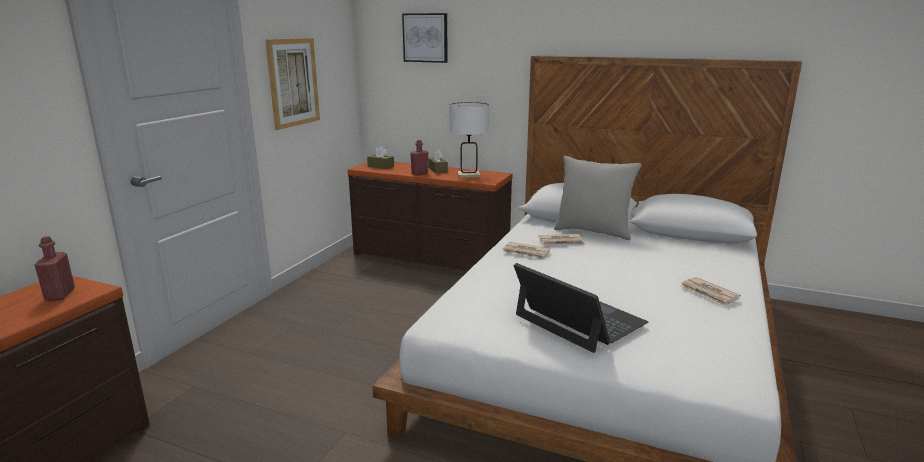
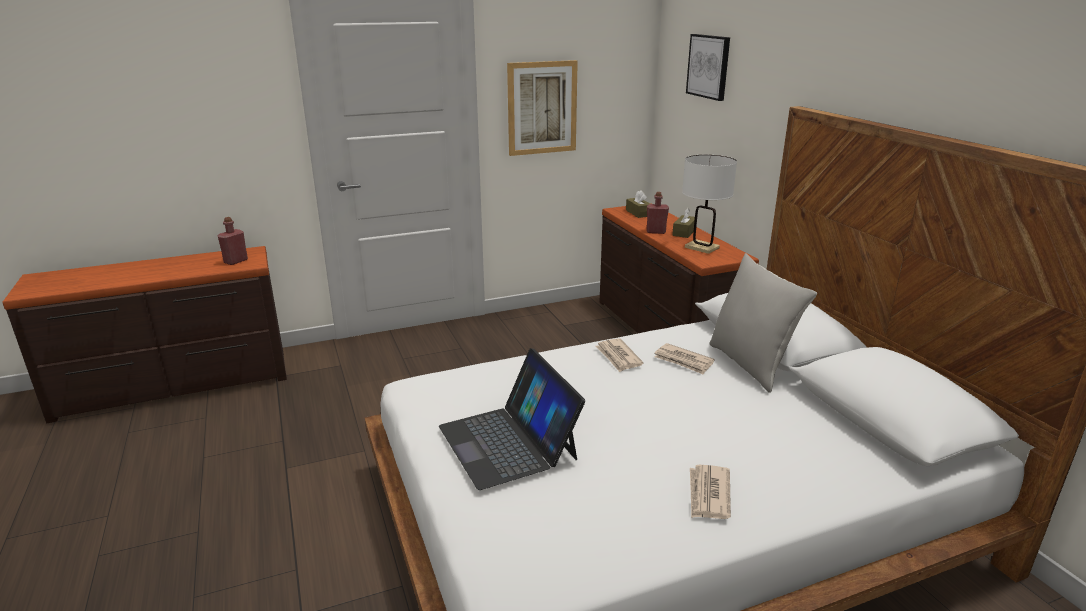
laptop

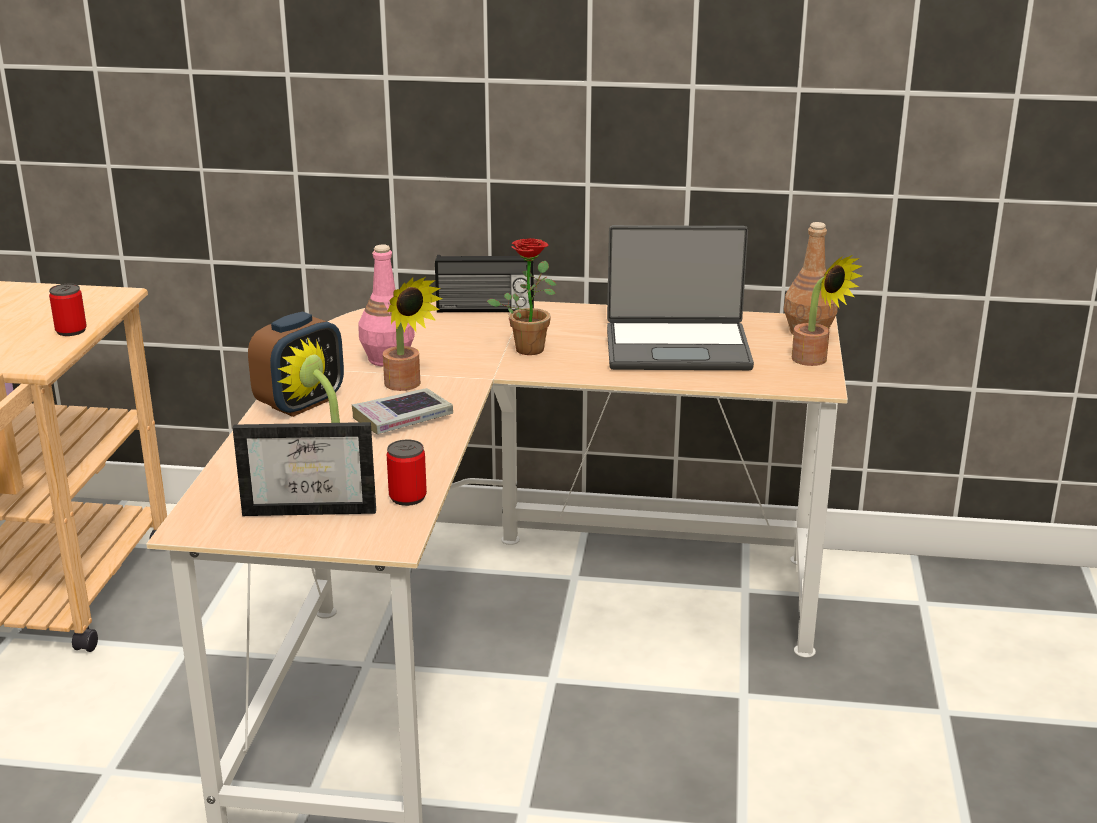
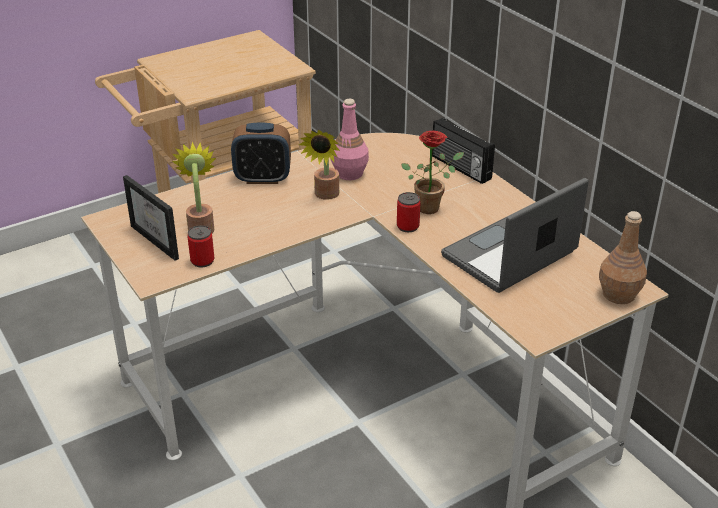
book
potted plant (no. 4 from left in the first image)
can (no. 2 from left)
laptop

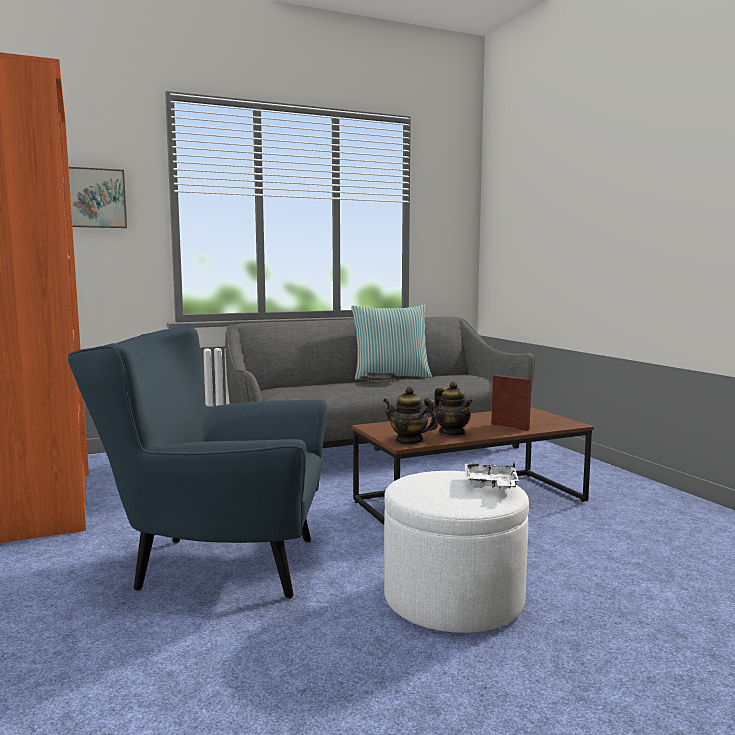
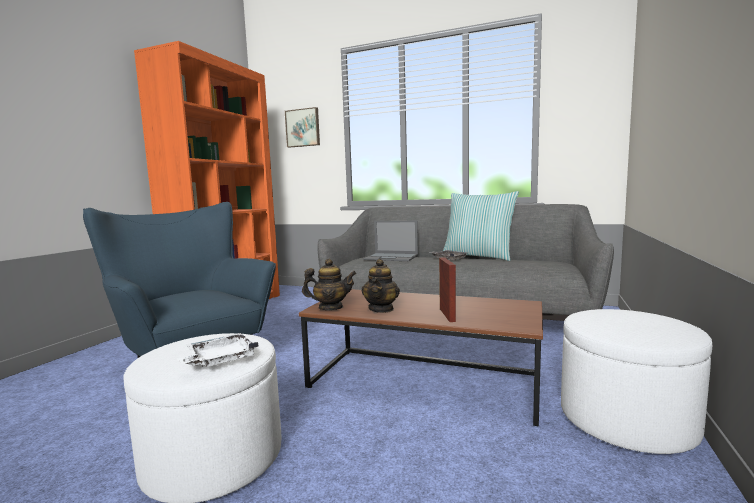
laptop
white ottoman (no. 2 from left)
teapot (no. 1 from left)

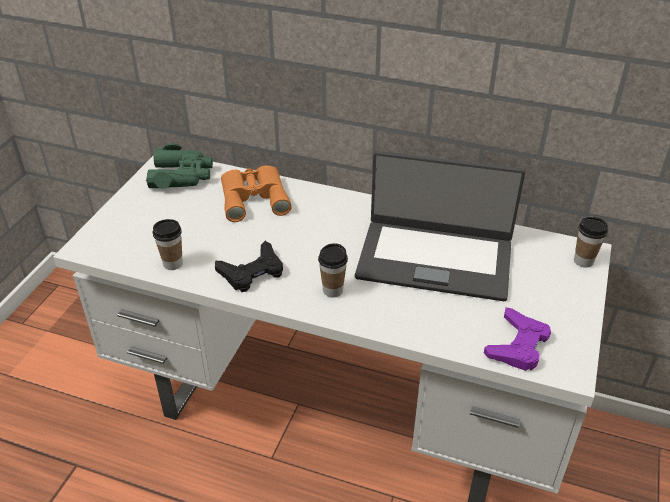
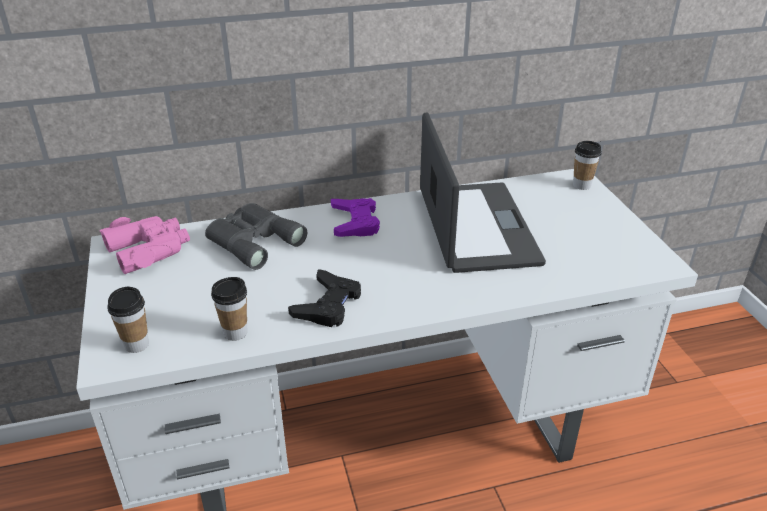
cup (no. 1 from left)
purple game controller
pink binoculars
grey binoculars
laptop

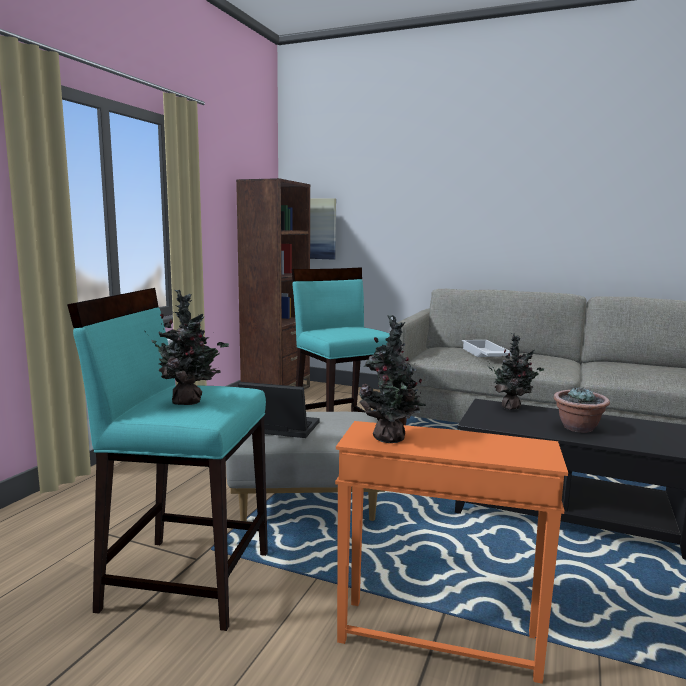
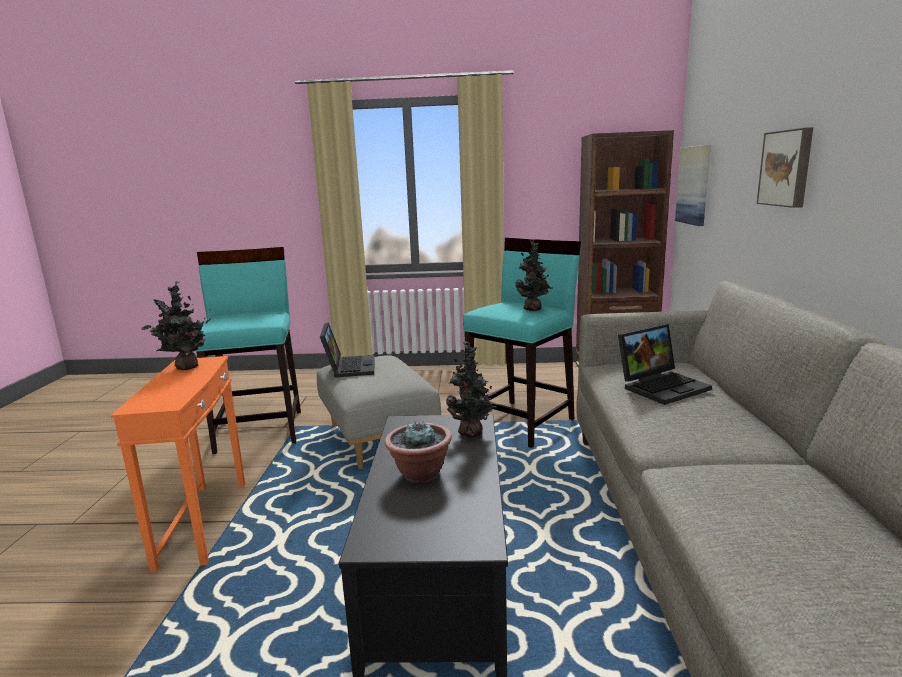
picture (no. 2 from left)
potted plant (no. 4 from left)
laptop (no. 2 from left)

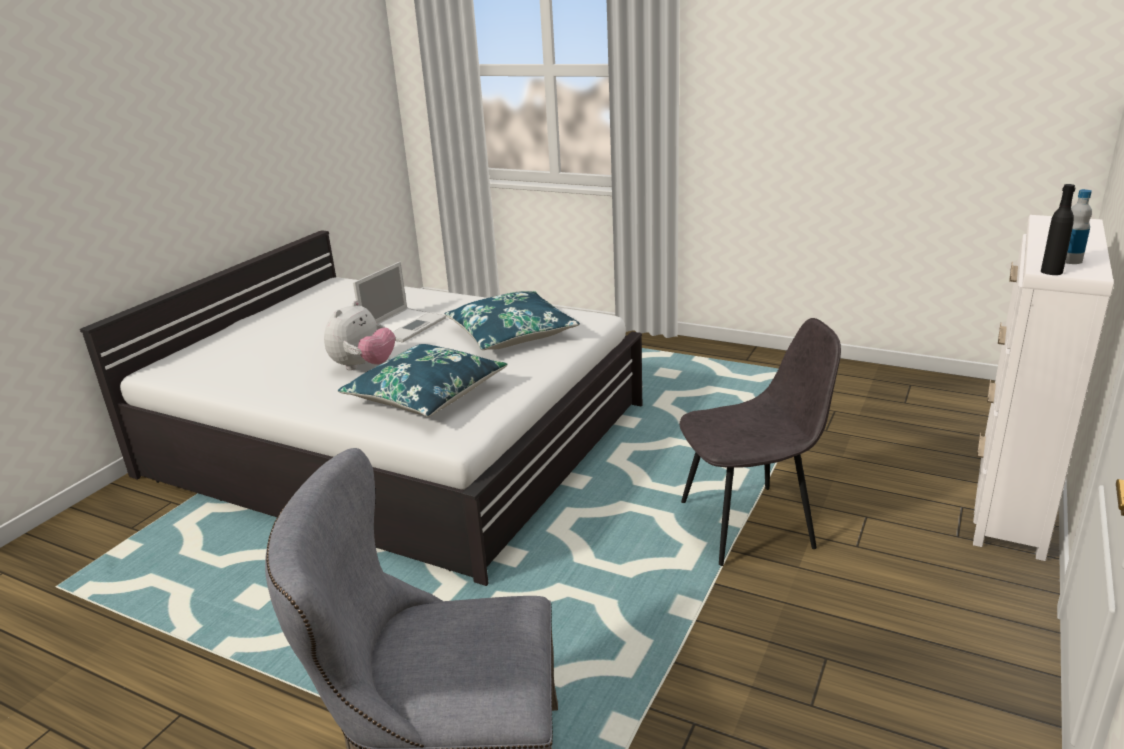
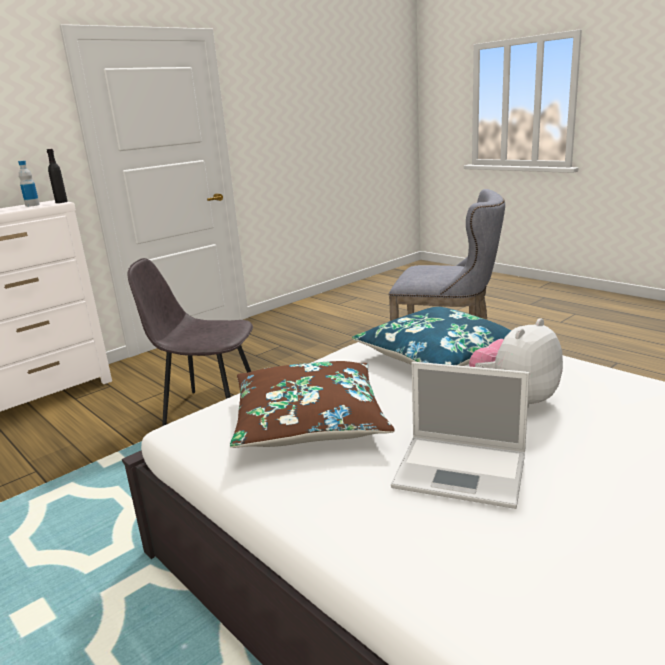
brown pillow
laptop

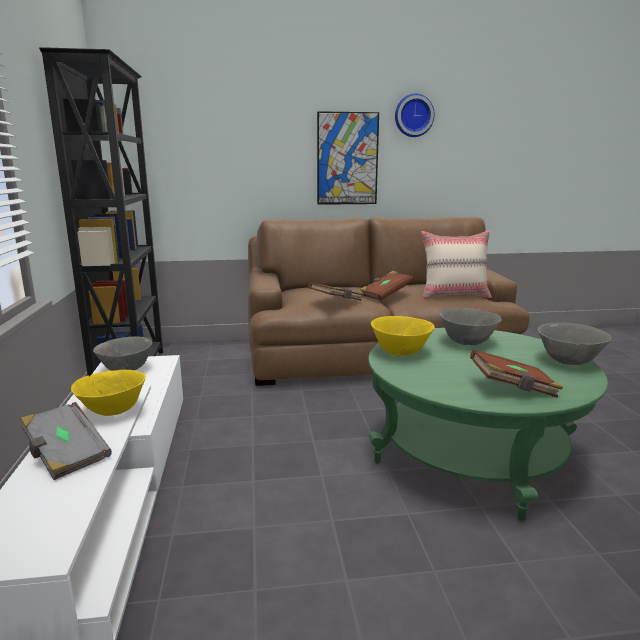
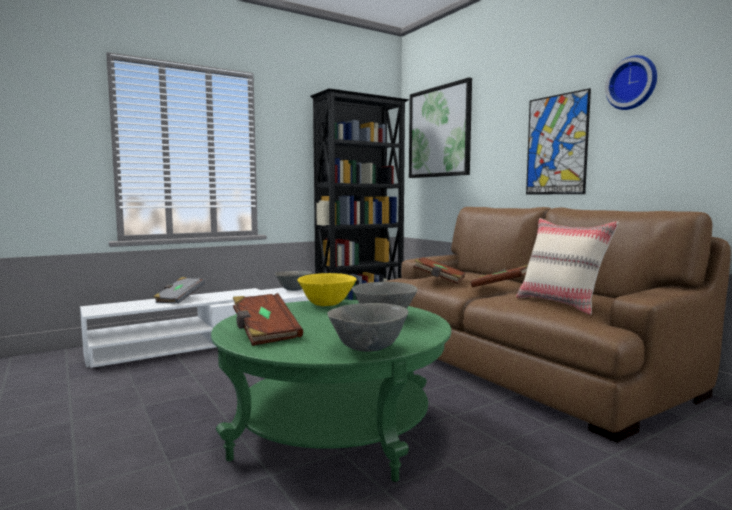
yellow bowl (no. 1 from left in the first image)
picture (no. 1 from left)

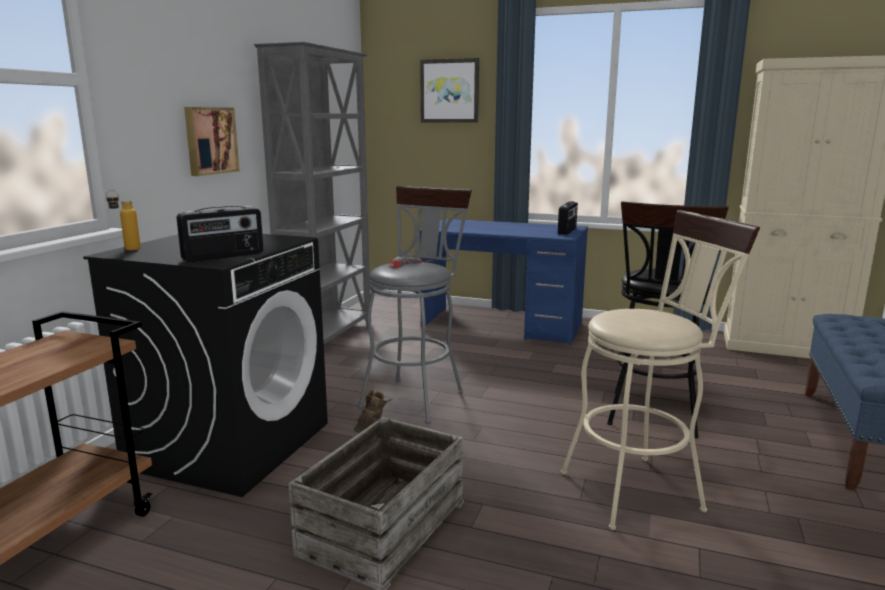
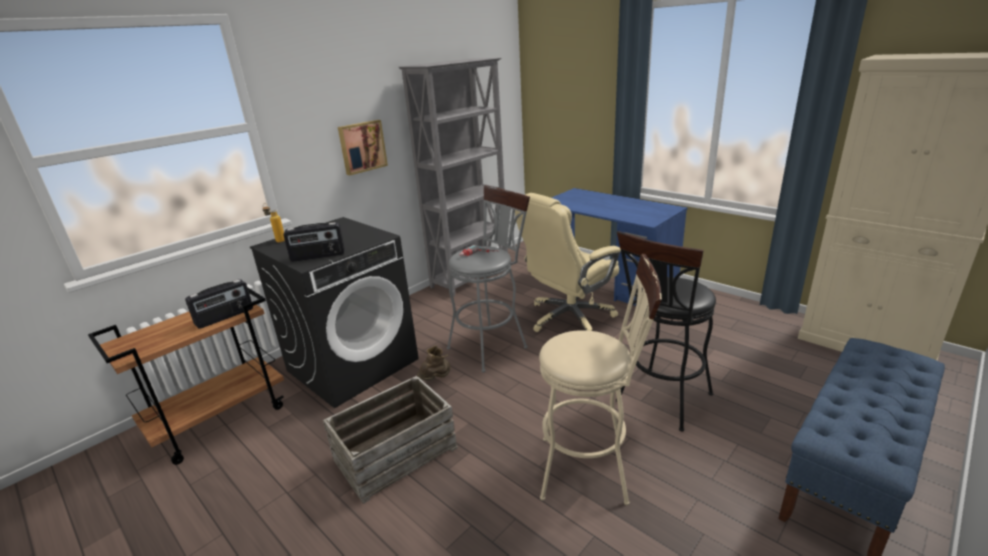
picture (no. 2 from left in the first image)
beige office chair
radio (no. 1 from left)

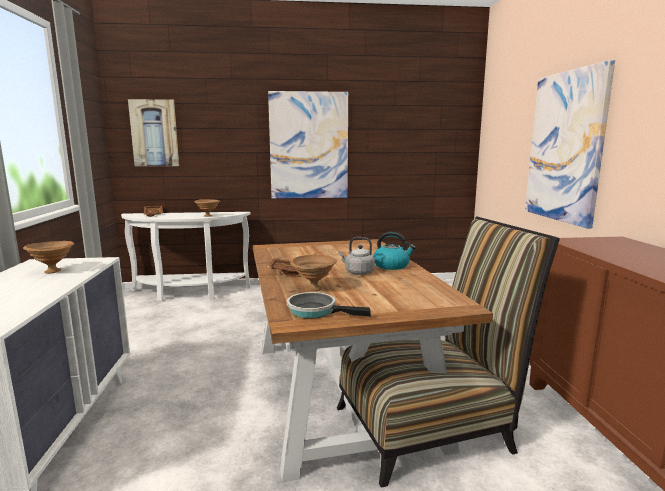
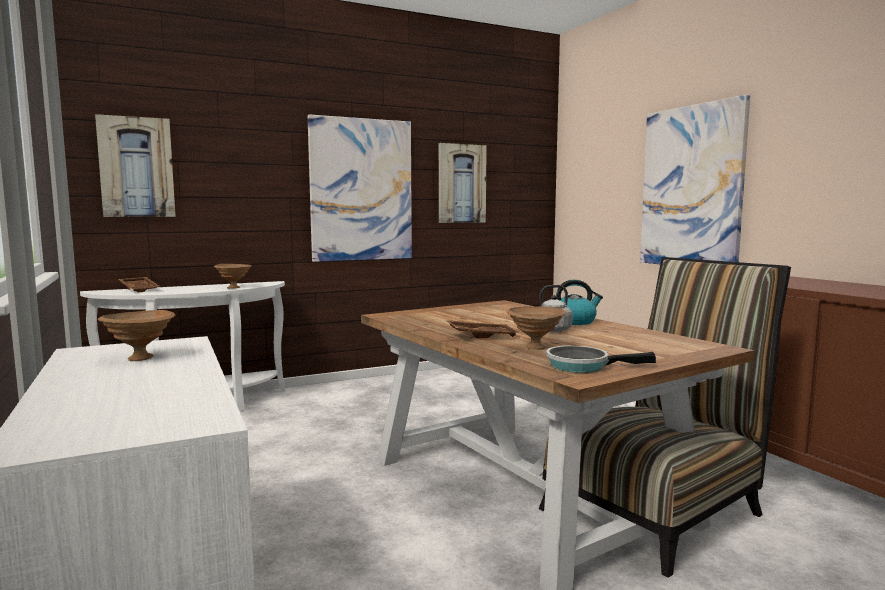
picture (no. 3 from left)

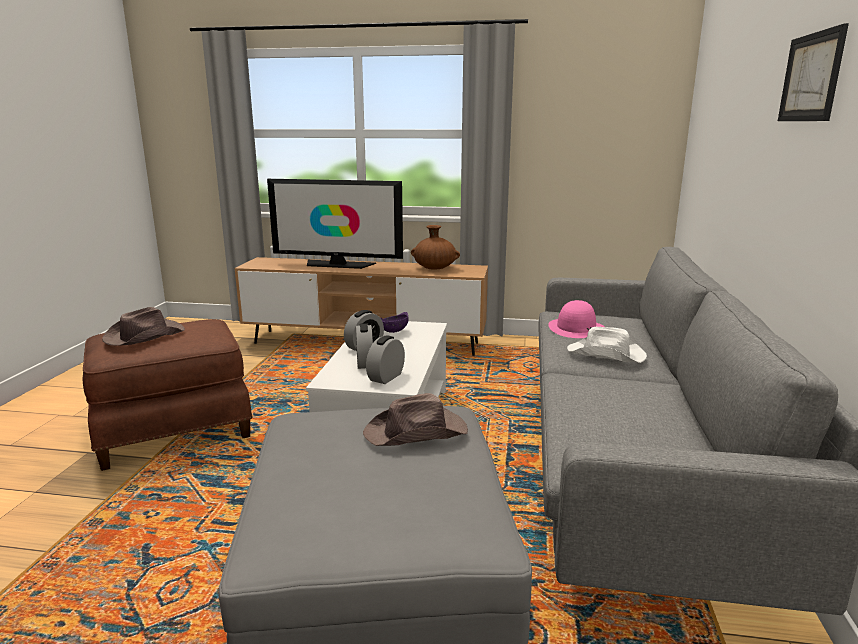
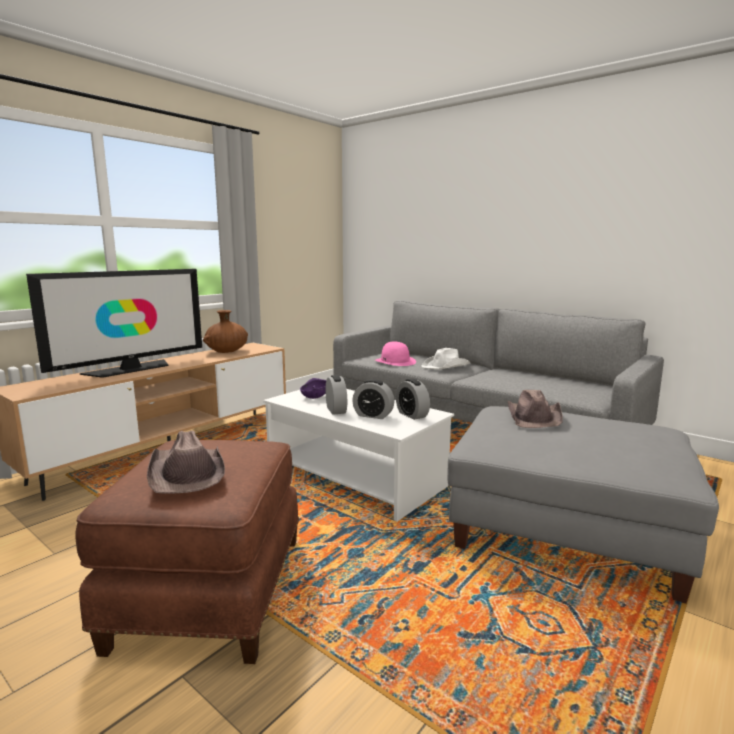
picture

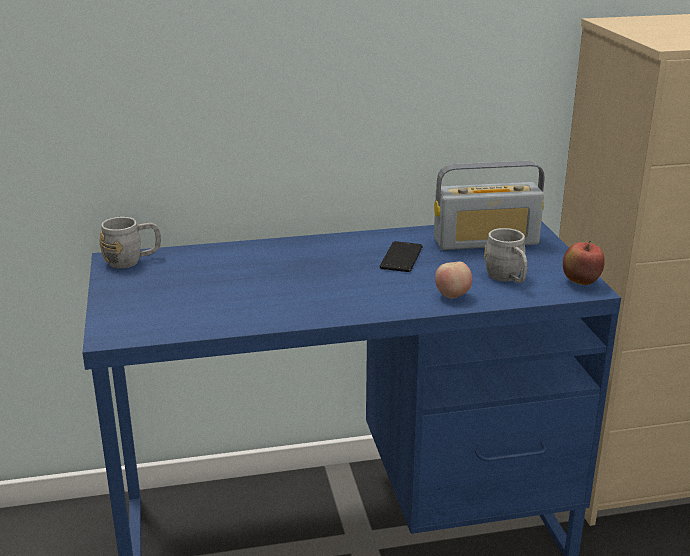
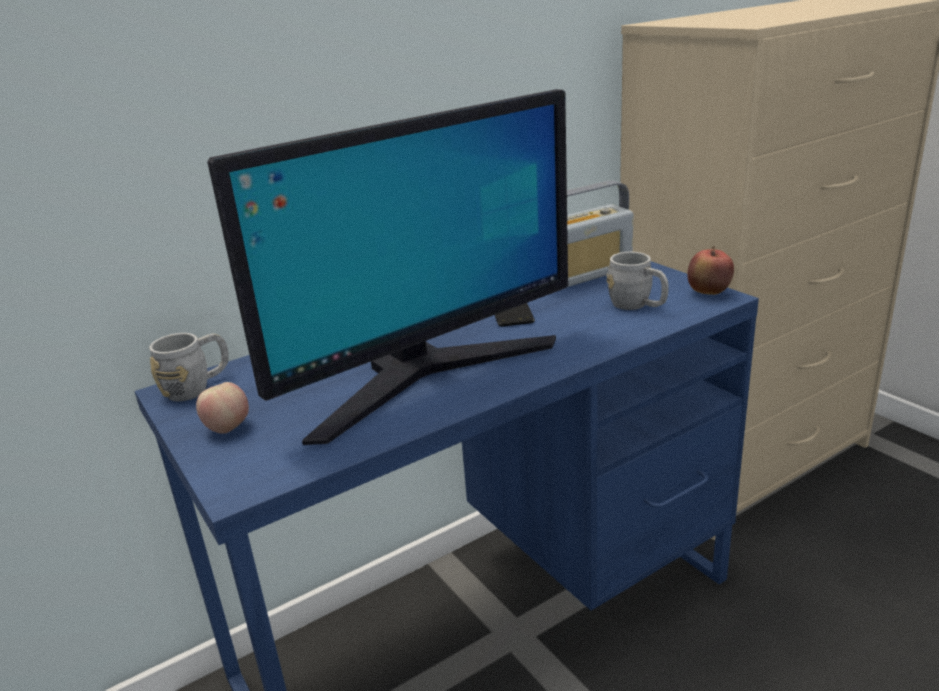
monitor
apple (no. 1 from left)

